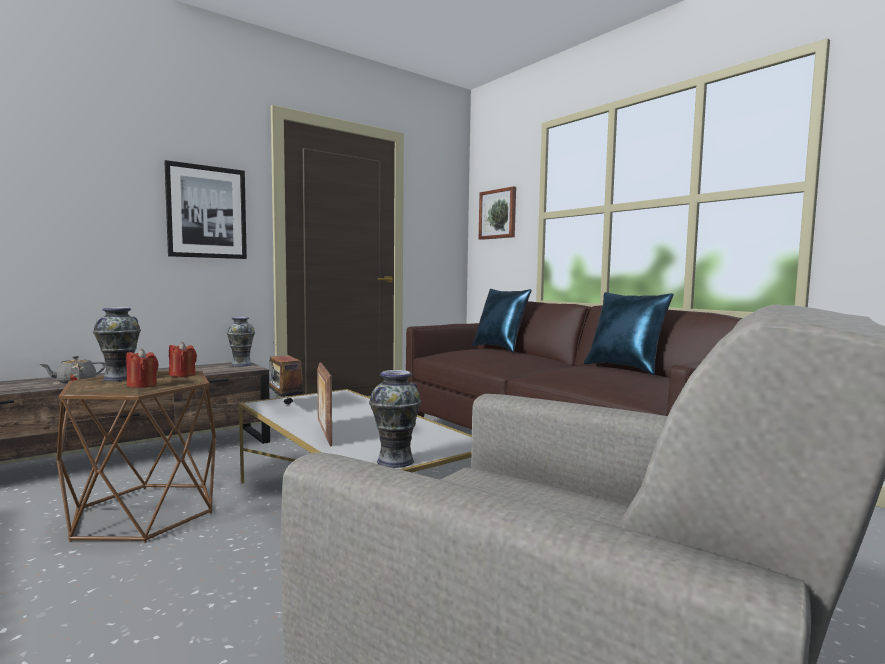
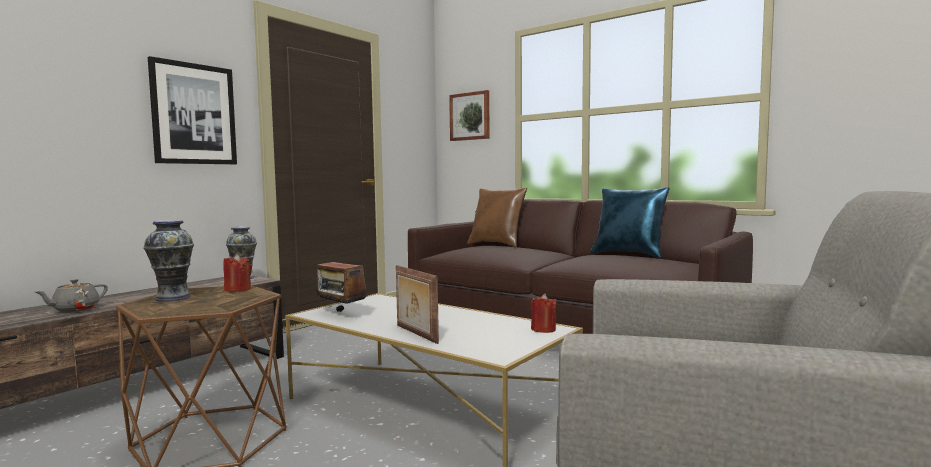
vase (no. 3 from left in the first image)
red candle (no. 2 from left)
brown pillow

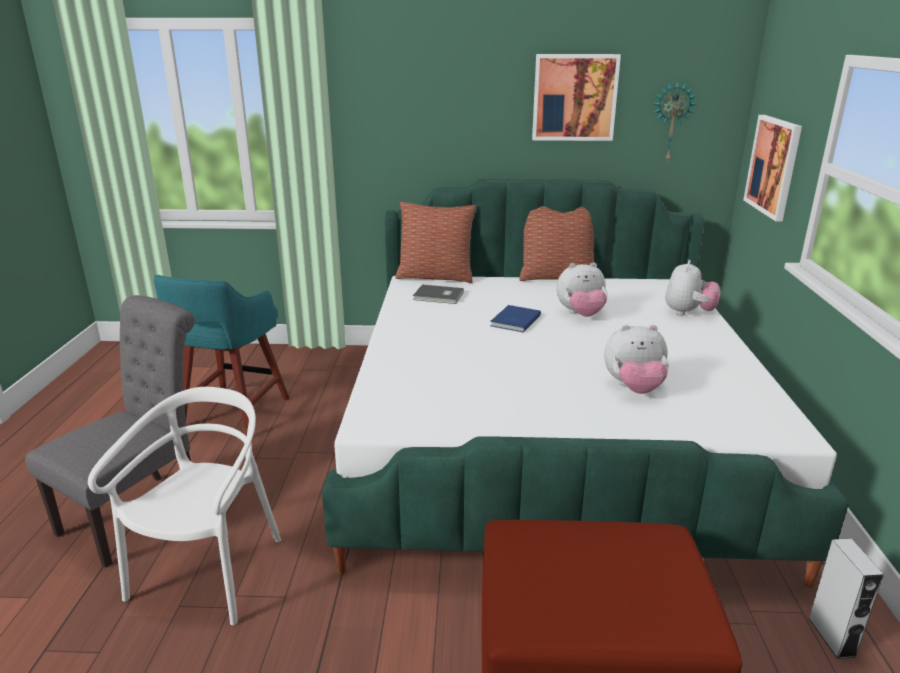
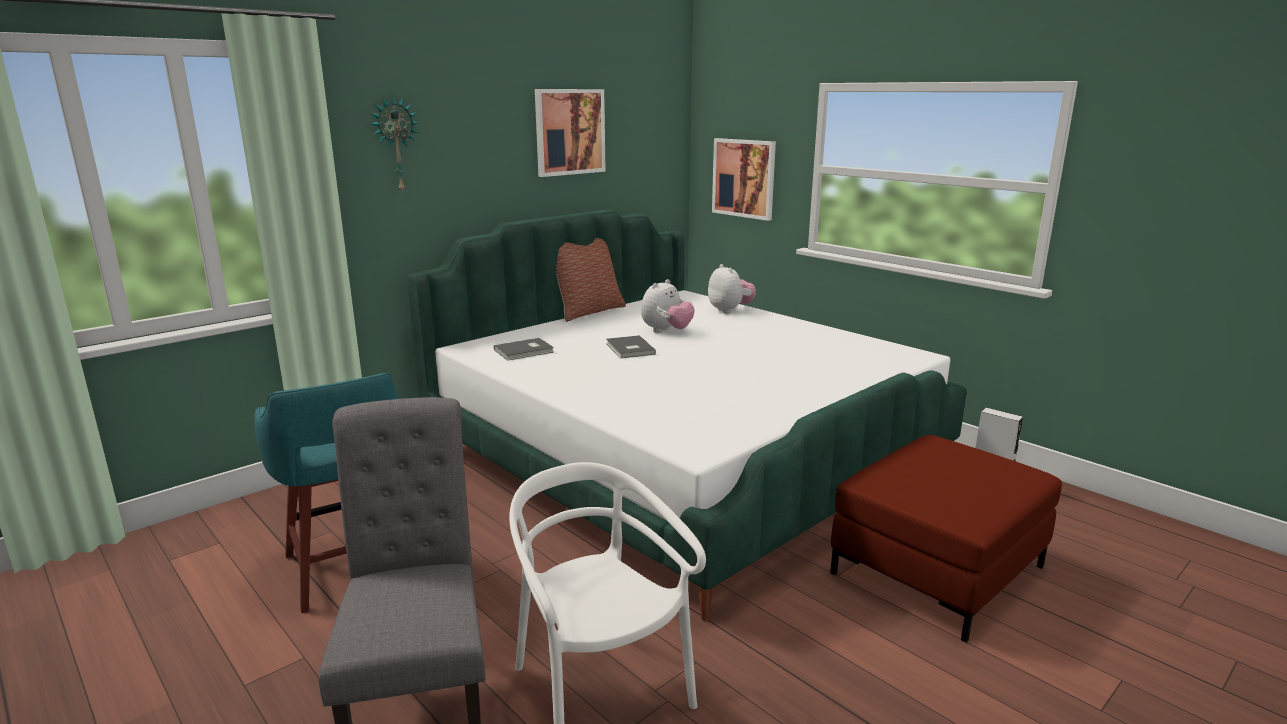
pillow (no. 1 from left in the first image)
plush toy (no. 2 from left in the first image)
wall clock
grey book (no. 2 from left)

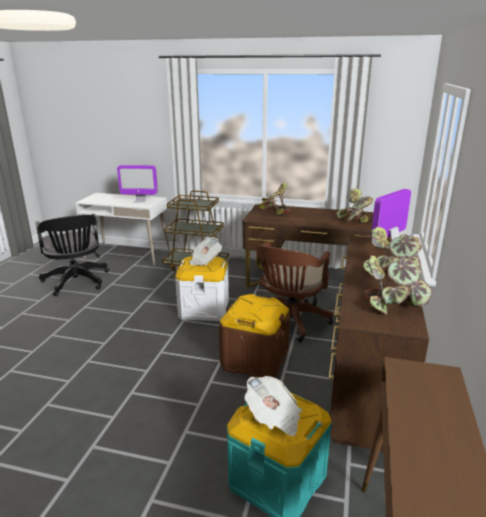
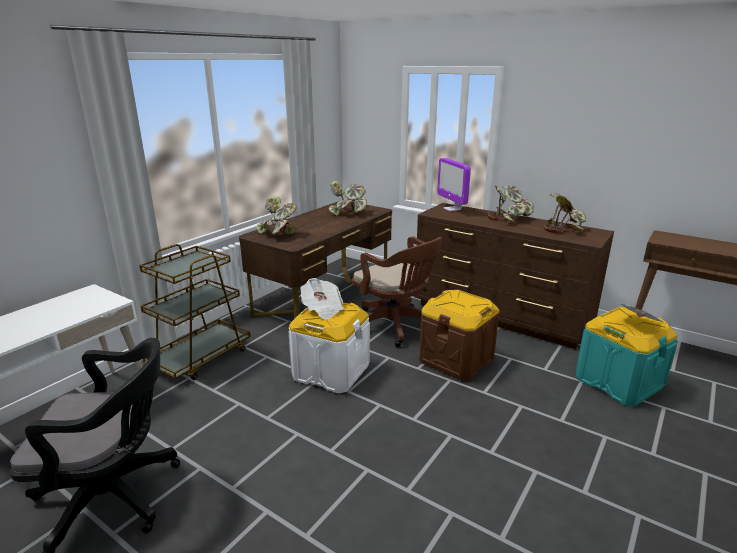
monitor (no. 1 from left in the first image)

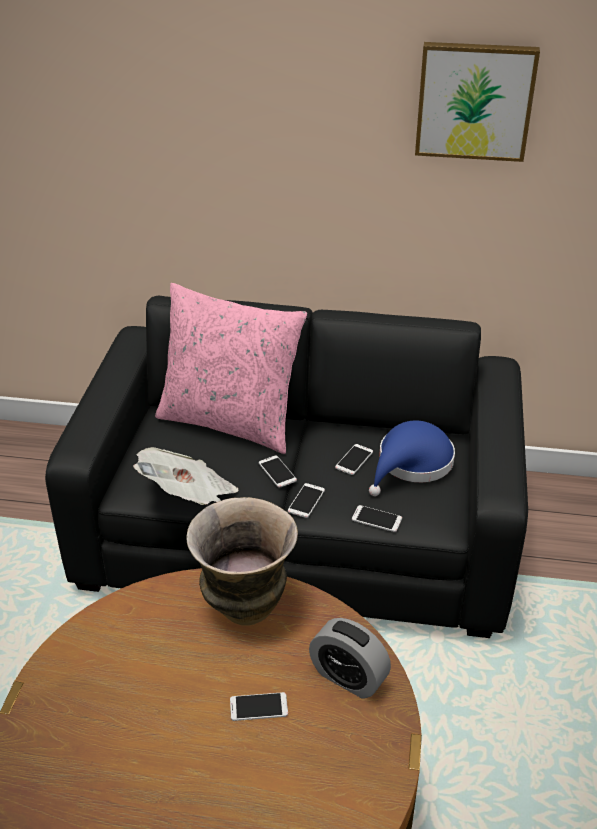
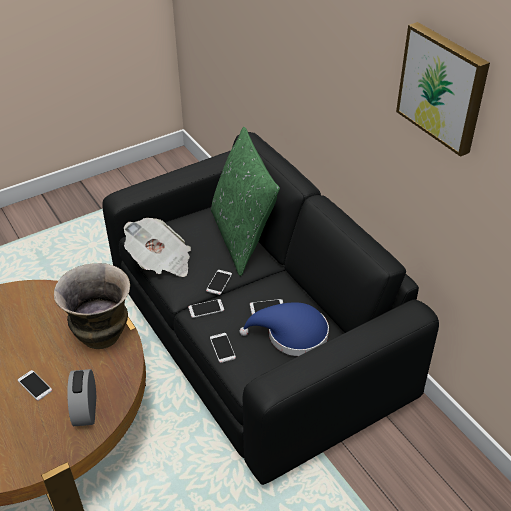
green pillow

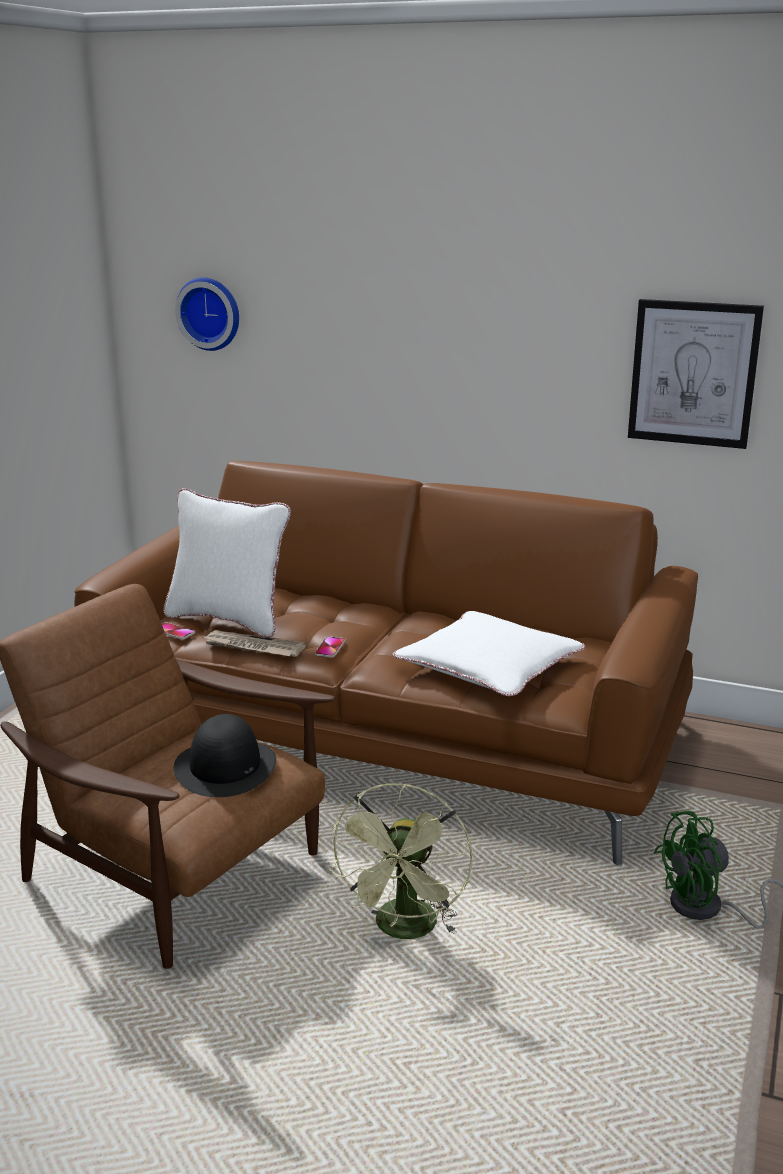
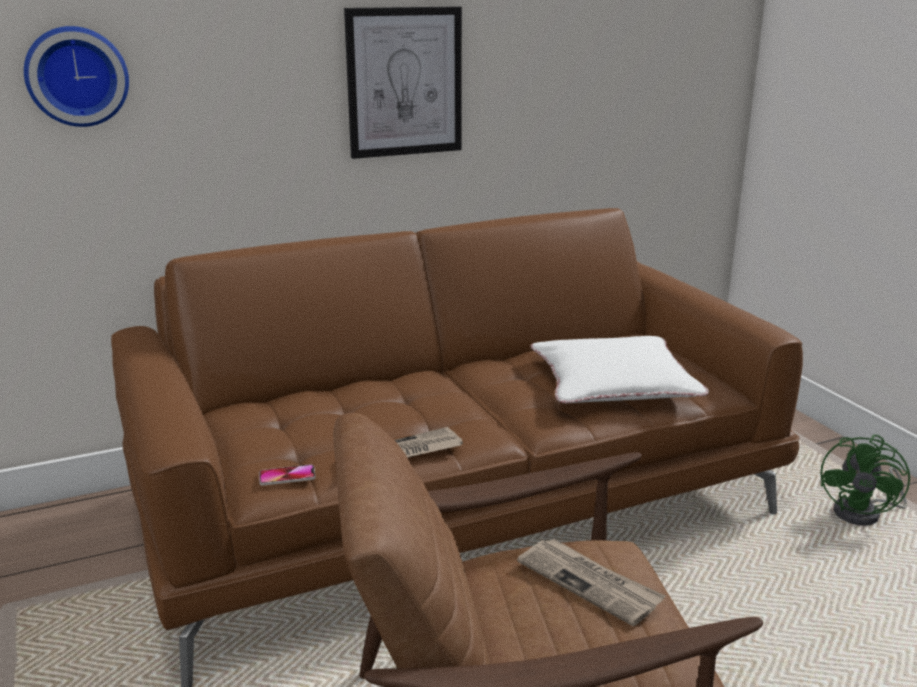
white pillow (no. 1 from left in the first image)
phone (no. 2 from left in the first image)
green fan (no. 1 from left in the first image)
picture
newspaper (no. 2 from left)

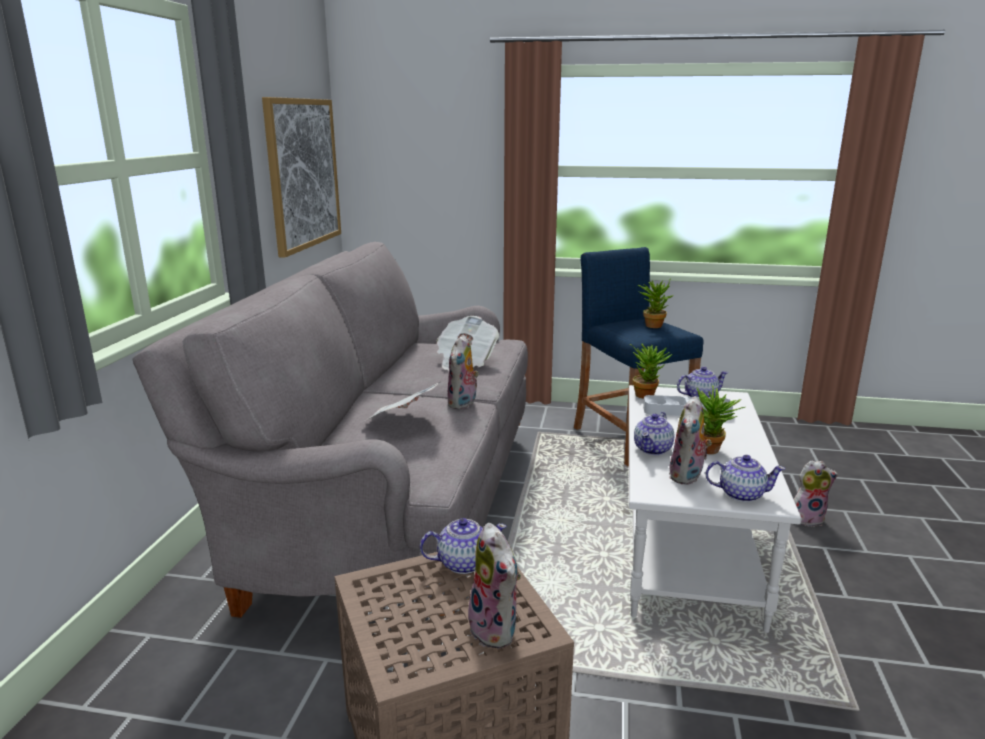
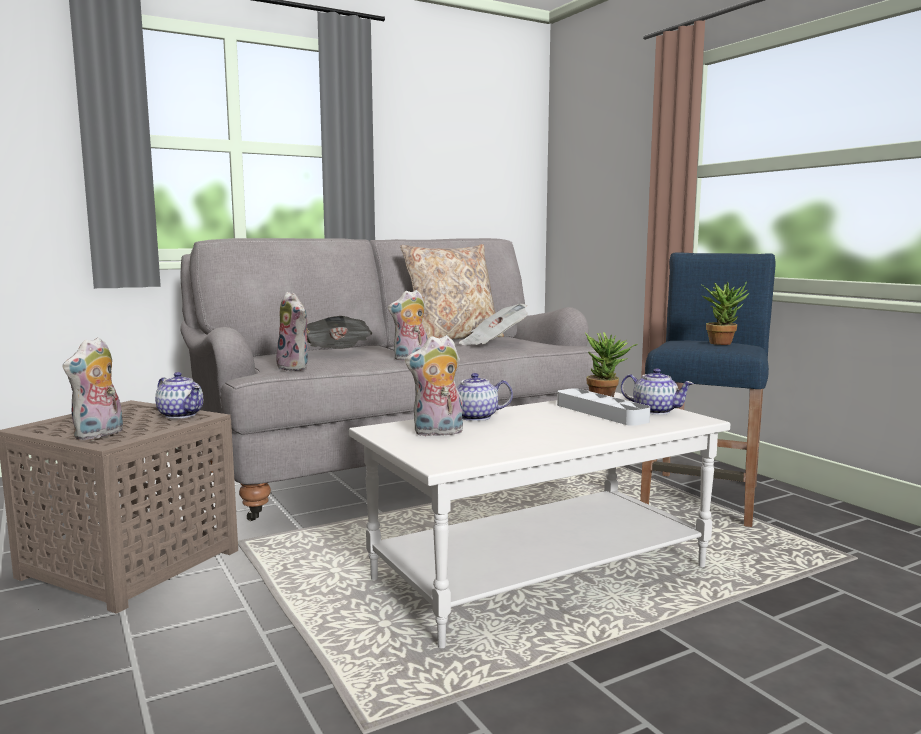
picture
potted plant (no. 3 from left in the first image)
teapot (no. 4 from left in the first image)
beige pillow
plush toy (no. 2 from left)

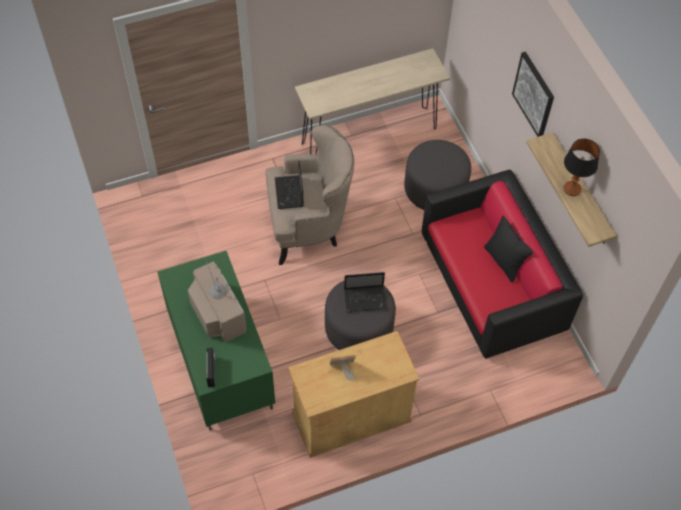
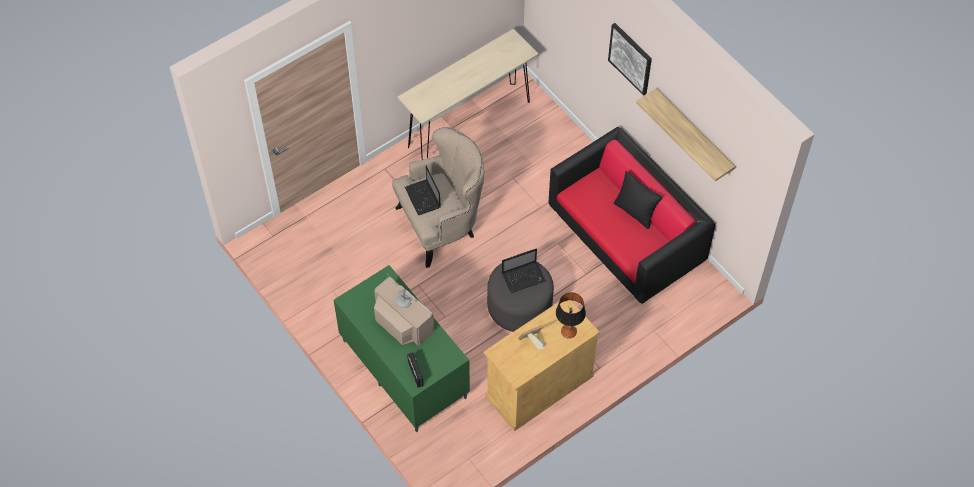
grey ottoman (no. 2 from left in the first image)
table lamp

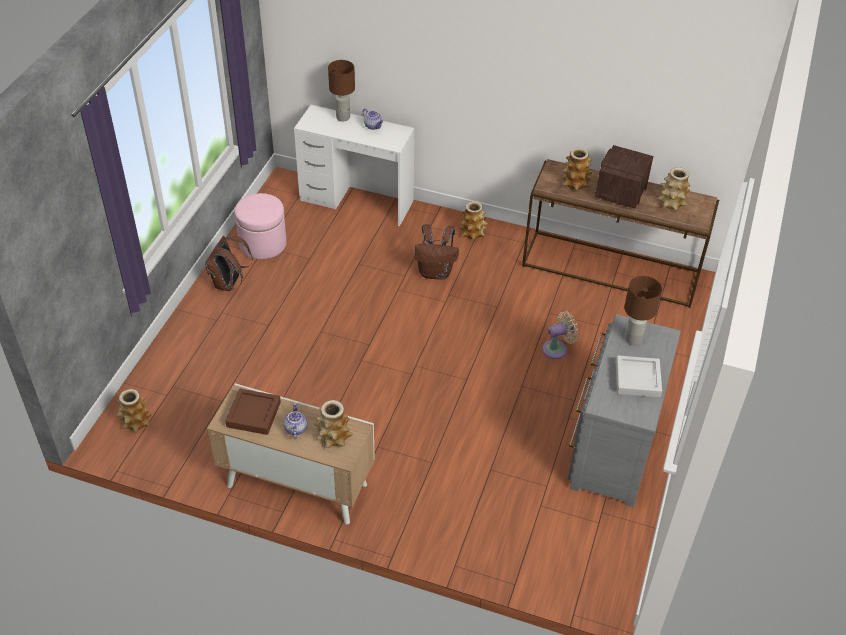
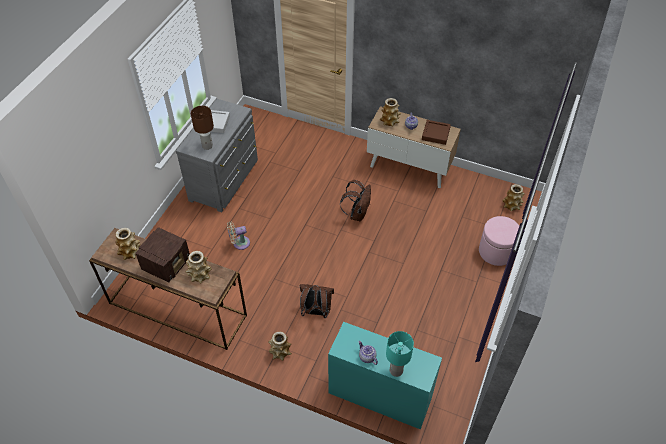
brown backpack (no. 2 from left)
pink ottoman
turquoise desk
turquoise table lamp

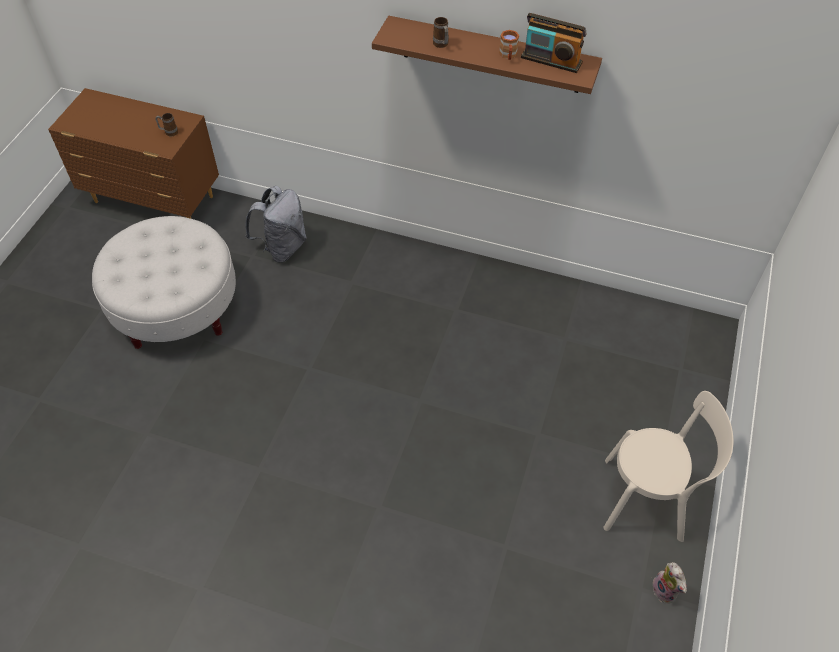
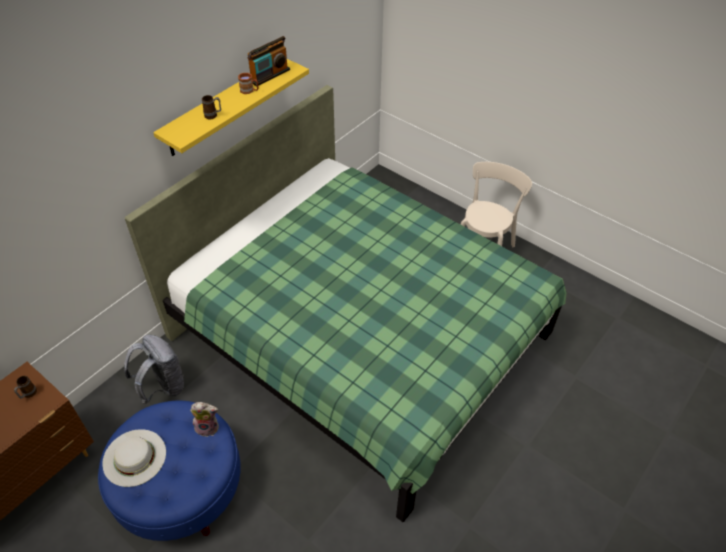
white hat
green bed
plush toy
blue ottoman
yellow shelf

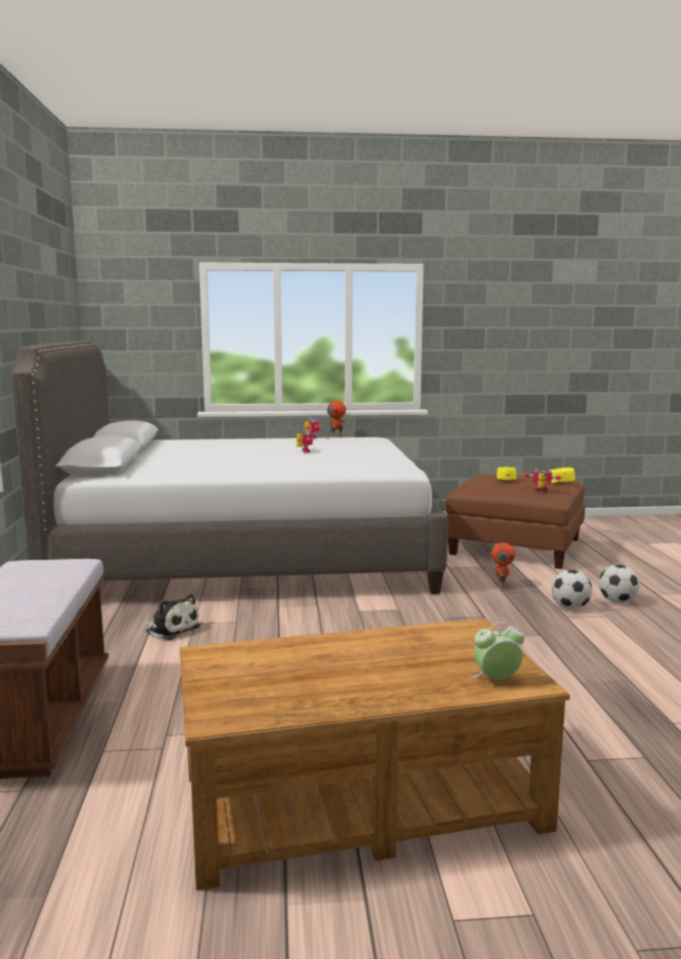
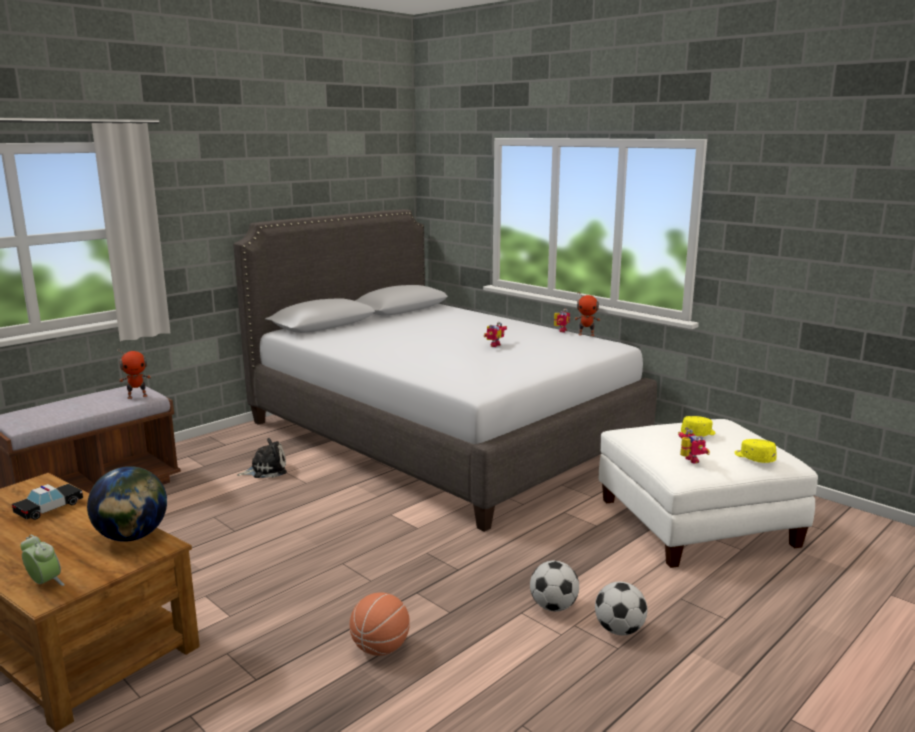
toy car
globe
basketball
toy robot (no. 1 from left)
white ottoman
plush toy

